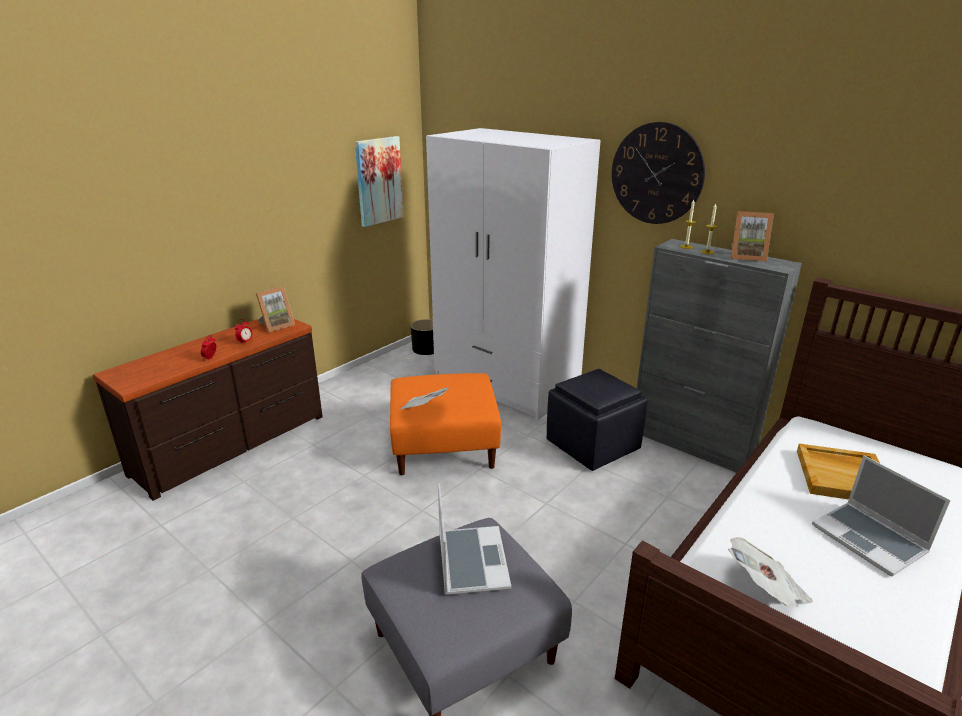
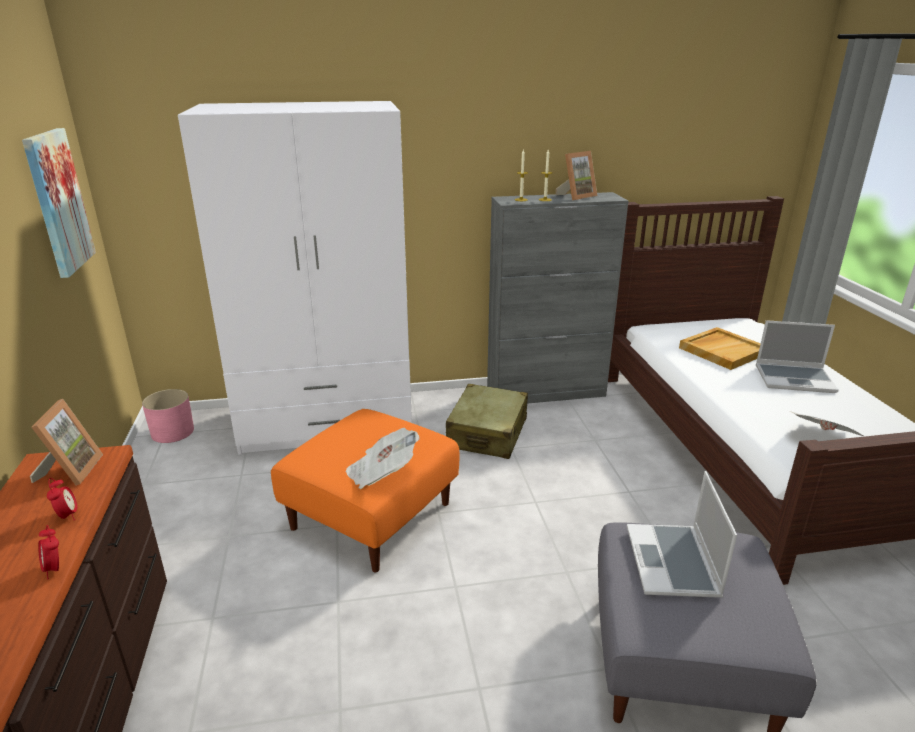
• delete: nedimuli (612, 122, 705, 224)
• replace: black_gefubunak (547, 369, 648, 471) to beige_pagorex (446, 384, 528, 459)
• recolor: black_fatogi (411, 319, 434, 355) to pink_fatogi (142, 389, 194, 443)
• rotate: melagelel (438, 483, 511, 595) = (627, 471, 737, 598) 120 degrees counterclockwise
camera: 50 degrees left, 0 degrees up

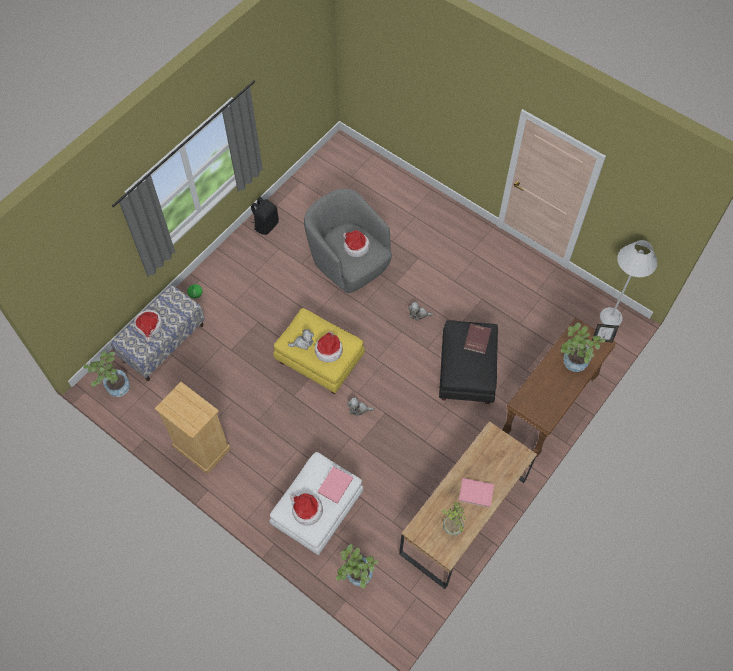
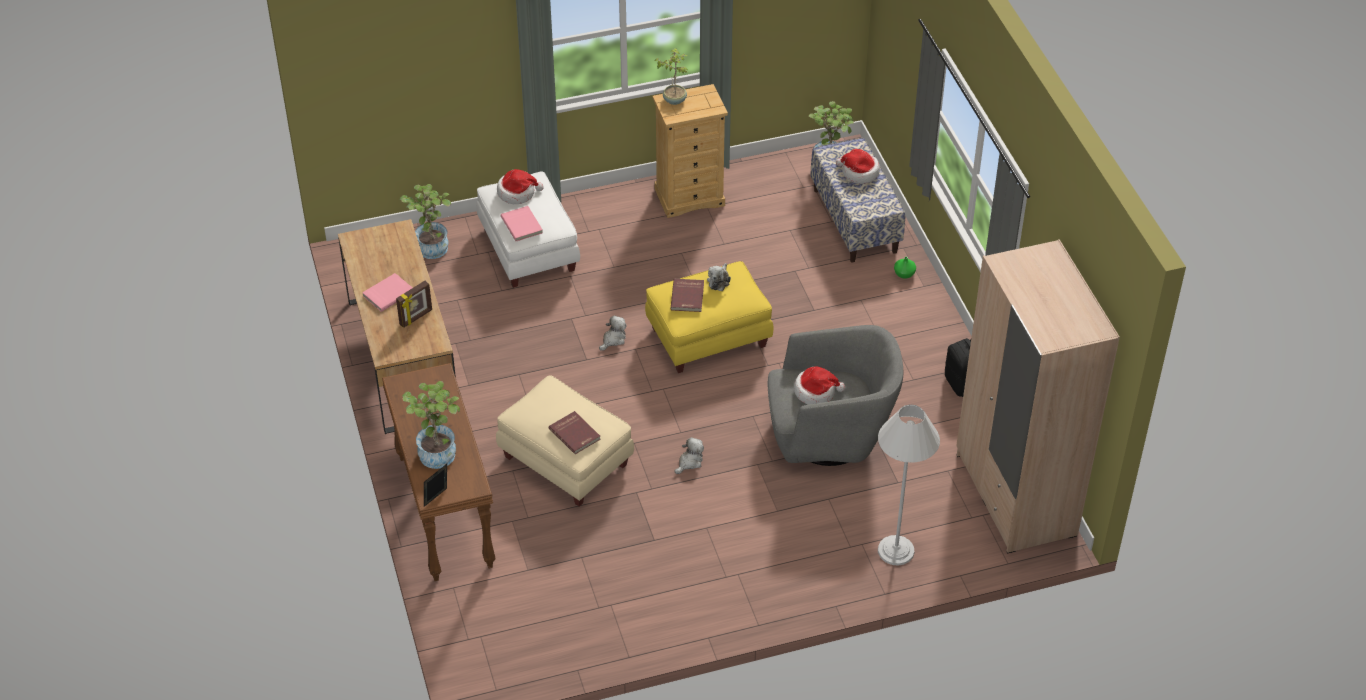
• insert: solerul (396, 281, 432, 328)
• insert: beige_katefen (956, 239, 1120, 554)
• move: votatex (442, 502, 465, 535) to (655, 48, 689, 105)
• move: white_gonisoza (600, 240, 657, 326) to (878, 405, 940, 565)
• replace: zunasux (315, 331, 343, 362) to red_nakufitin (670, 279, 704, 312)
• recolor: black_gefubunak (439, 320, 498, 404) to beige_gefubunak (496, 375, 634, 507)
camera: 125 degrees right, 15 degrees down

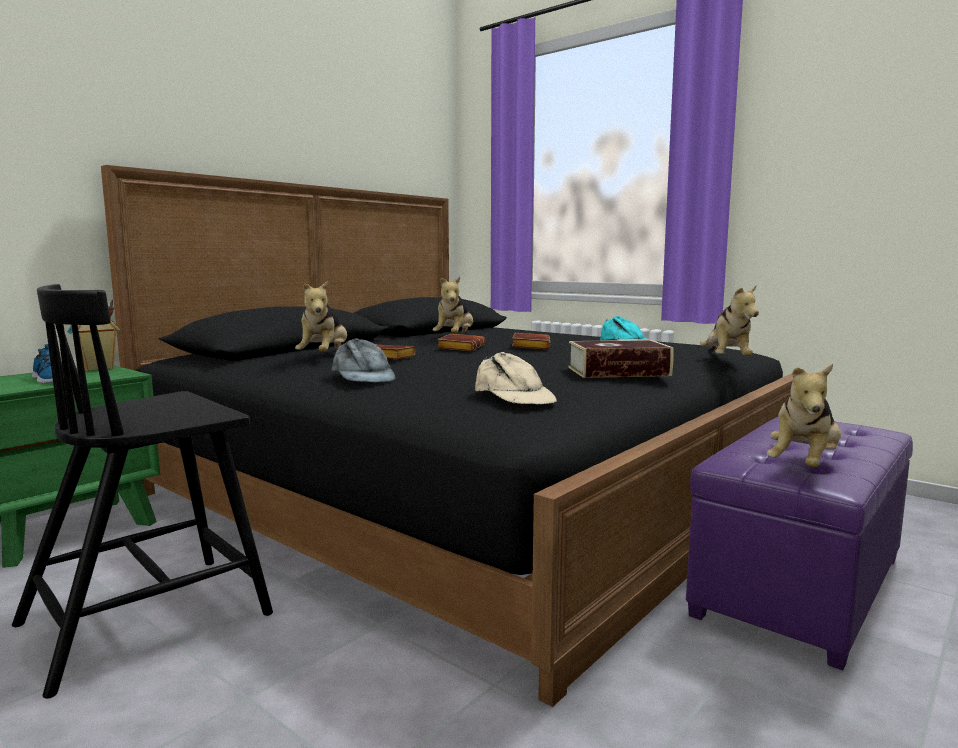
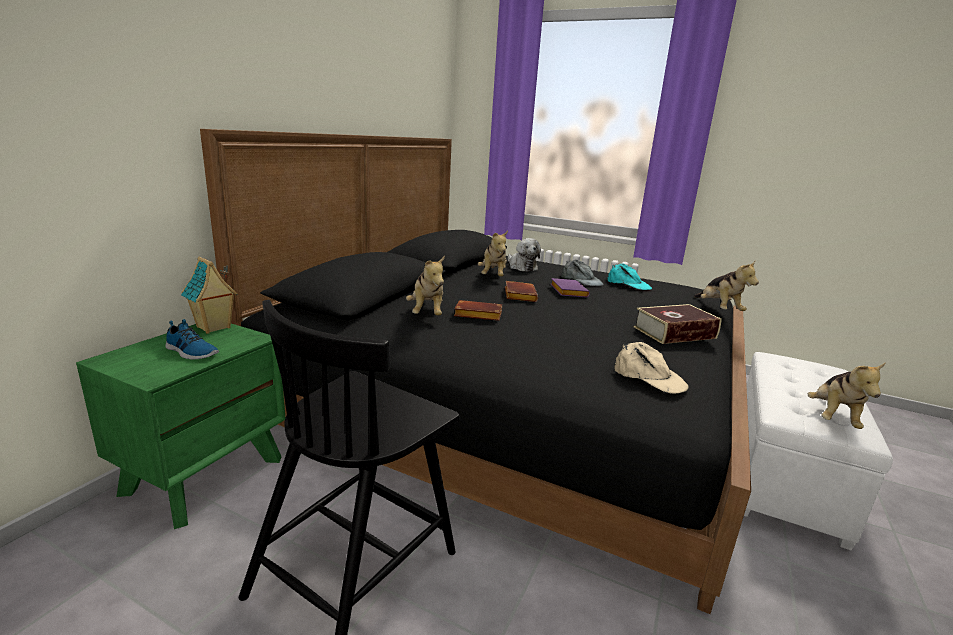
• insert: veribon (508, 238, 541, 272)
• move: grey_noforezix (331, 338, 395, 382) to (561, 259, 604, 286)
• recolor: brown_nakufitin (512, 333, 550, 349) to purple_nakufitin (550, 278, 590, 297)
• recolor: purple_gefubunak (686, 417, 913, 670) to white_gefubunak (744, 352, 893, 550)
camera: 15 degrees left, 10 degrees up

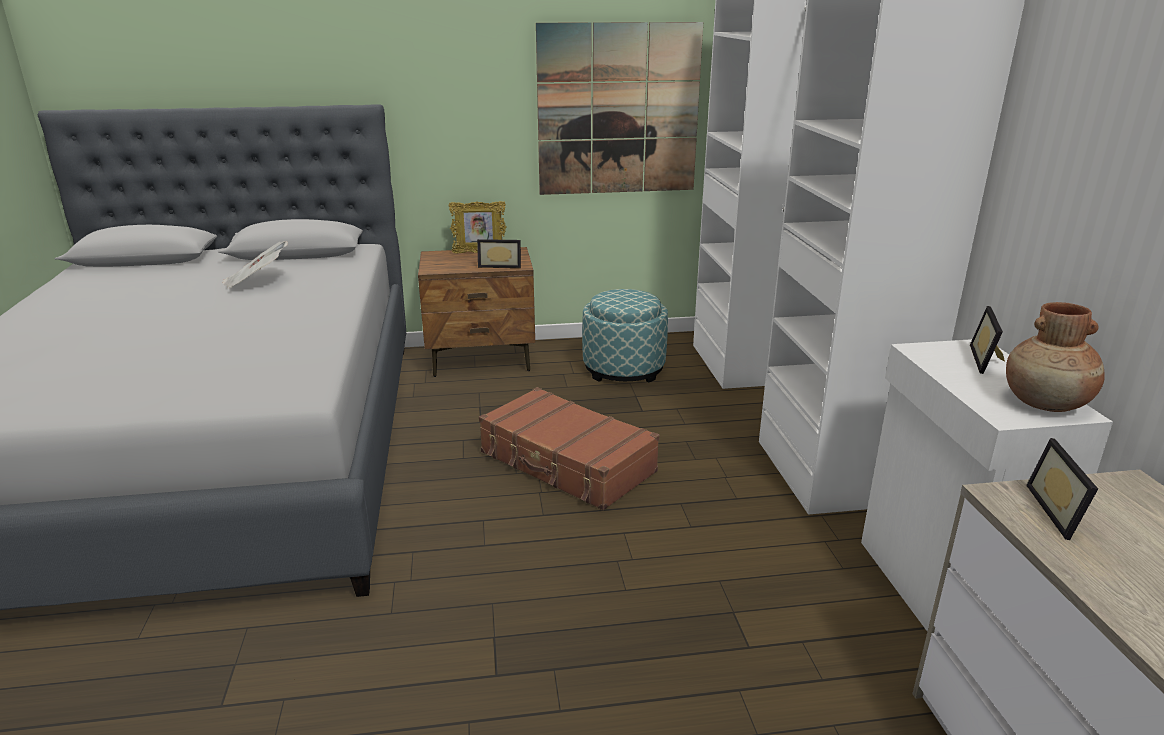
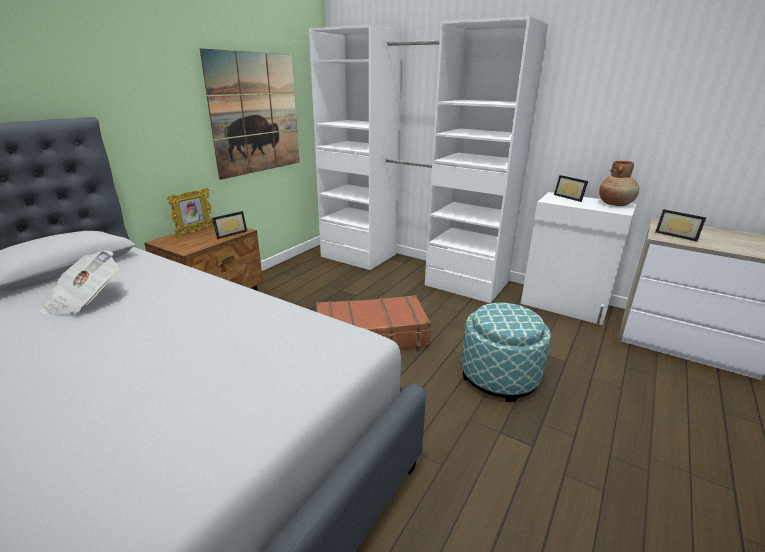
• move: gefubunak (582, 289, 668, 383) to (462, 303, 551, 402)
camera: 50 degrees left, 0 degrees up

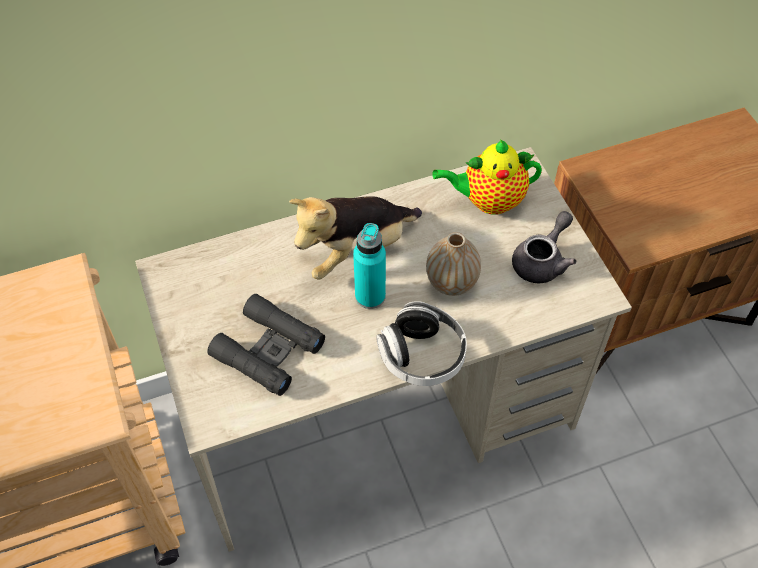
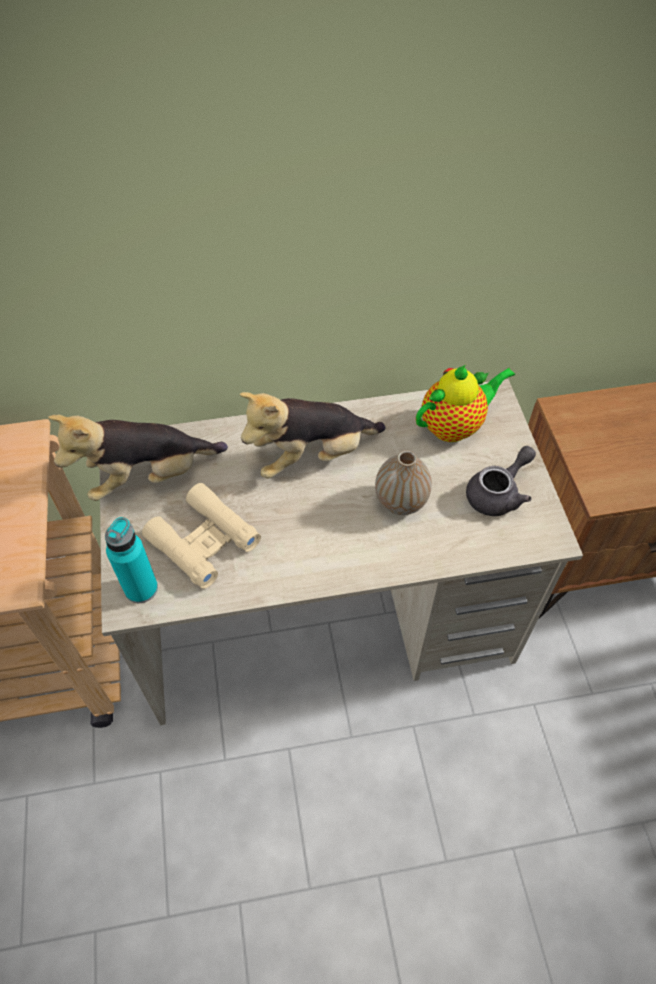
• delete: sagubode (376, 301, 467, 386)
• insert: veribon (48, 415, 228, 501)
• move: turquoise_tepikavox (353, 223, 386, 309) to (105, 517, 158, 603)
• recolor: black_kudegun (207, 294, 325, 396) to beige_kudegun (142, 483, 261, 589)
• rotate: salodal (432, 140, 542, 214) = (416, 365, 515, 442) 150 degrees clockwise
camera: 10 degrees right, 0 degrees up

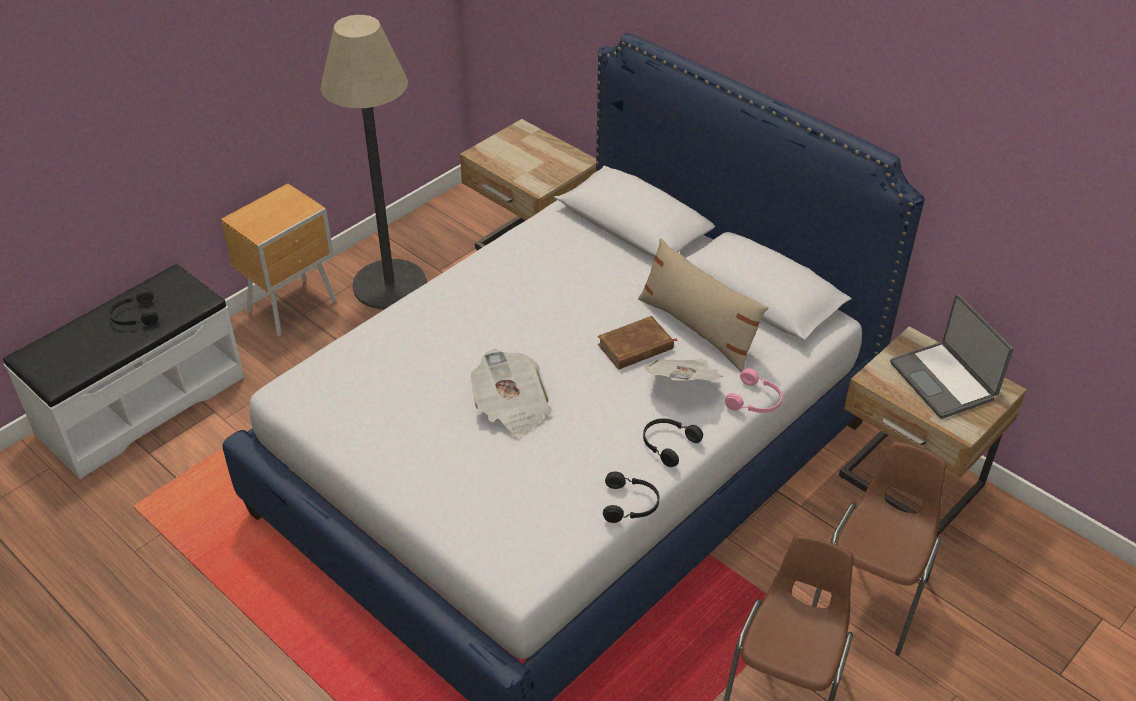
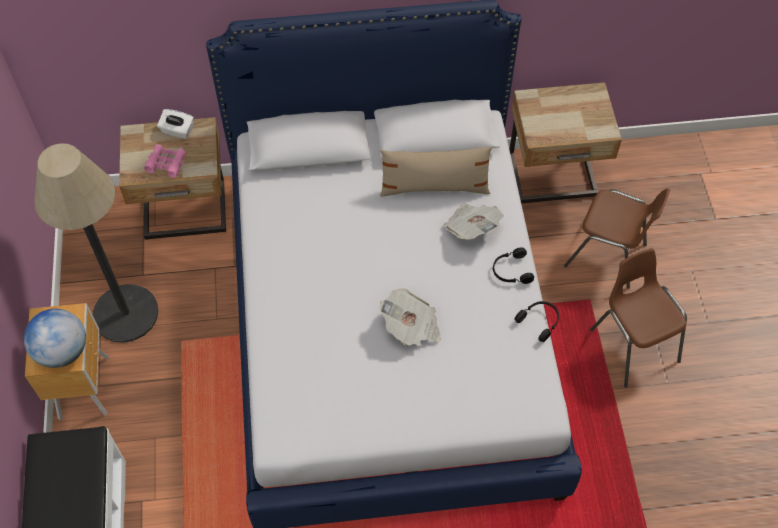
• delete: black_sagubode (109, 289, 158, 326)
• delete: brown_nakufitin (598, 316, 678, 370)
• delete: pink_sagubode (725, 368, 782, 413)
• delete: melagelel (890, 294, 1014, 419)
• insert: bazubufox (24, 309, 86, 368)
• insert: pink_kudegun (144, 144, 186, 178)
• insert: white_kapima (157, 109, 194, 139)
• rotate: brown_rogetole (812, 441, 947, 655) = (564, 188, 670, 289) 135 degrees clockwise
camera: 50 degrees left, 15 degrees up

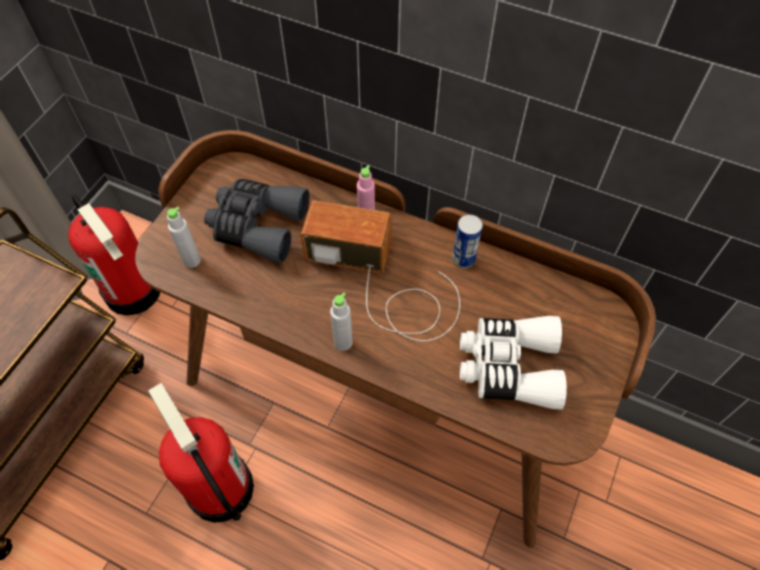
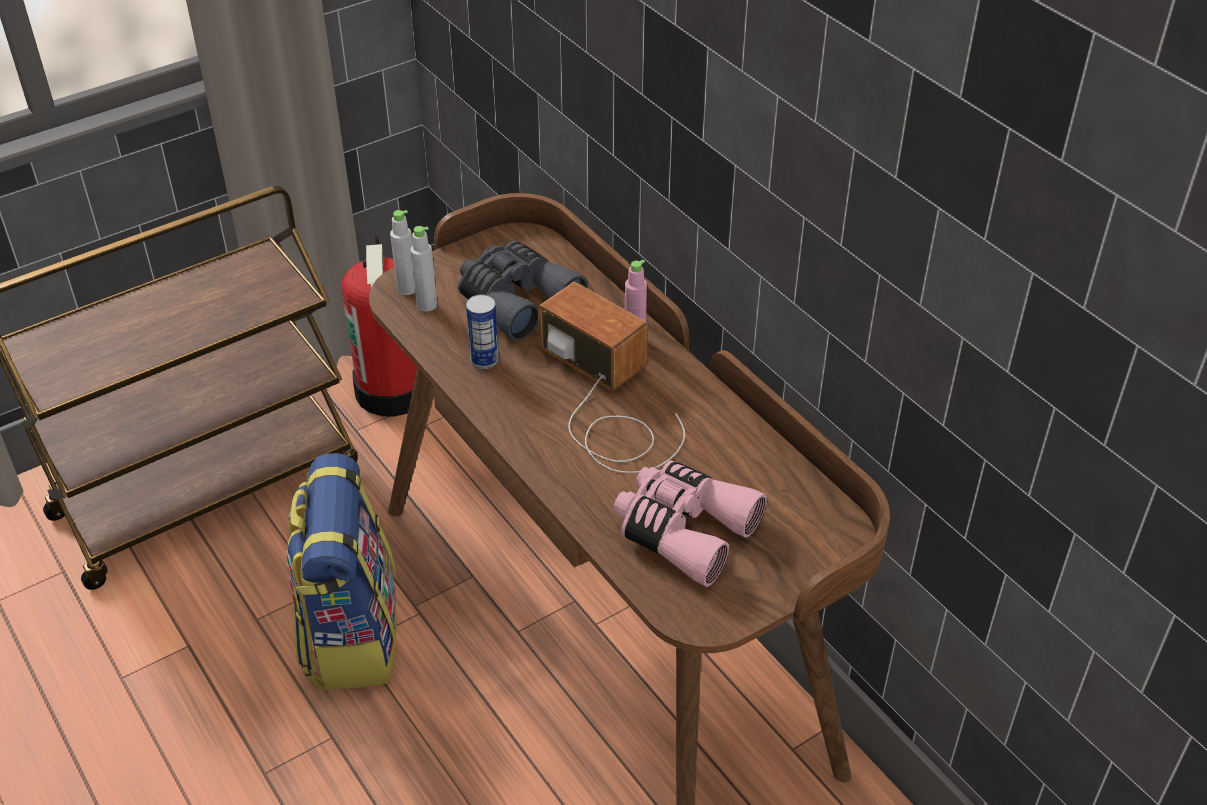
• move: grey_tepikavox (330, 292, 353, 351) to (390, 210, 415, 295)
• move: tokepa (452, 214, 483, 269) to (466, 294, 499, 369)
• replace: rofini (148, 383, 254, 523) to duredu (286, 453, 396, 690)
• recolor: white_kudegun (460, 316, 567, 410) to pink_kudegun (613, 461, 767, 587)
camera: 30 degrees right, 15 degrees down

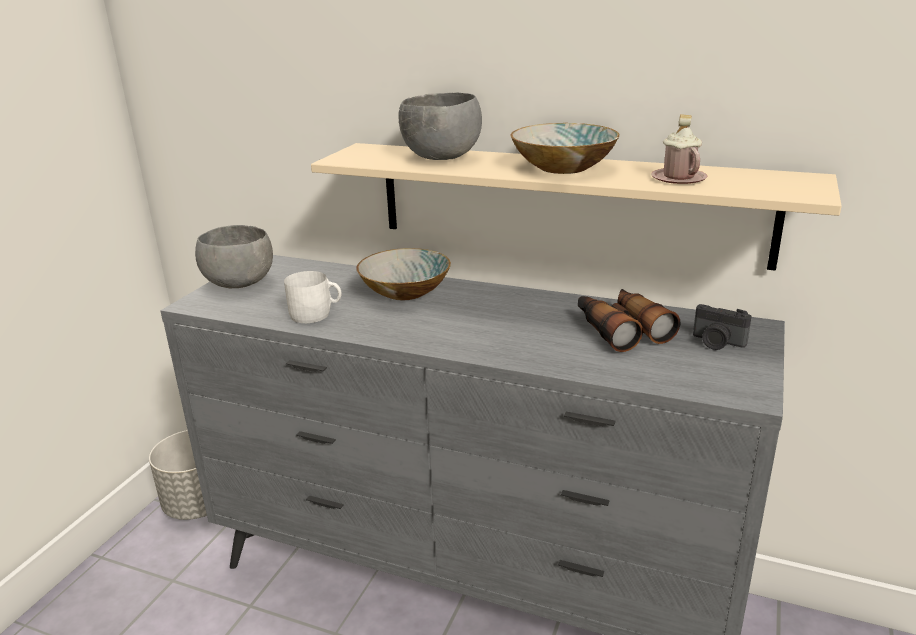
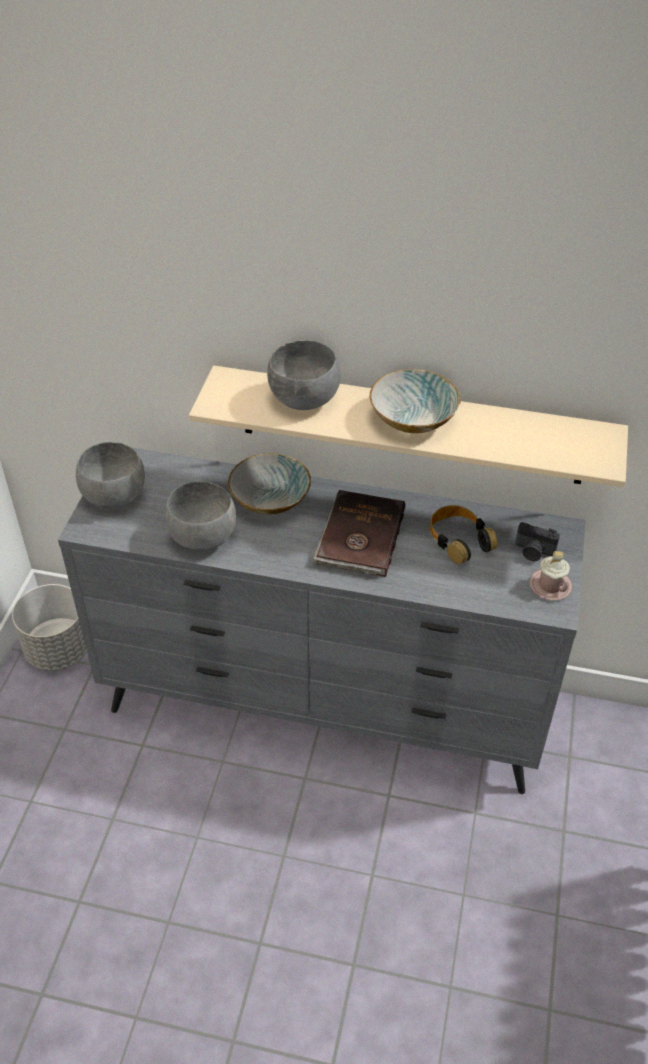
• insert: brown_nakufitin (310, 490, 405, 577)
• move: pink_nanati (651, 114, 708, 184) to (530, 551, 572, 600)
• replace: white_nanati (284, 271, 342, 323) to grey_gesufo (165, 481, 236, 550)
• replace: kudegun (578, 289, 680, 352) to sagubode (430, 505, 497, 564)
camera: 10 degrees left, 20 degrees up

